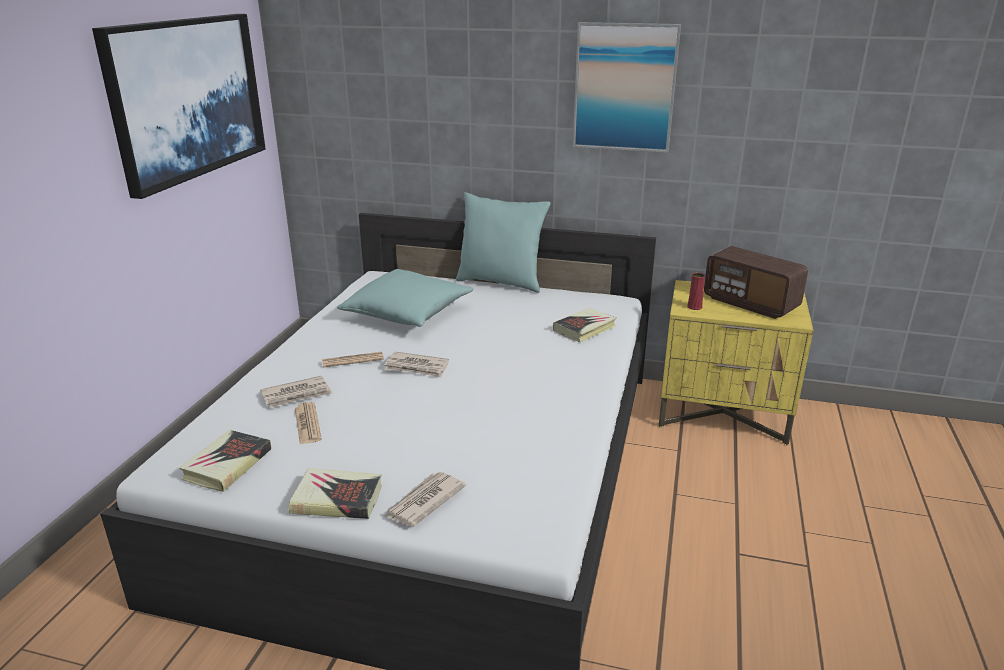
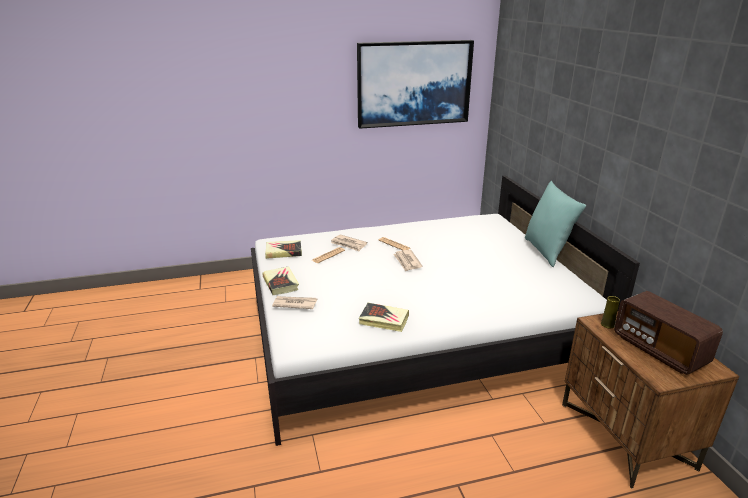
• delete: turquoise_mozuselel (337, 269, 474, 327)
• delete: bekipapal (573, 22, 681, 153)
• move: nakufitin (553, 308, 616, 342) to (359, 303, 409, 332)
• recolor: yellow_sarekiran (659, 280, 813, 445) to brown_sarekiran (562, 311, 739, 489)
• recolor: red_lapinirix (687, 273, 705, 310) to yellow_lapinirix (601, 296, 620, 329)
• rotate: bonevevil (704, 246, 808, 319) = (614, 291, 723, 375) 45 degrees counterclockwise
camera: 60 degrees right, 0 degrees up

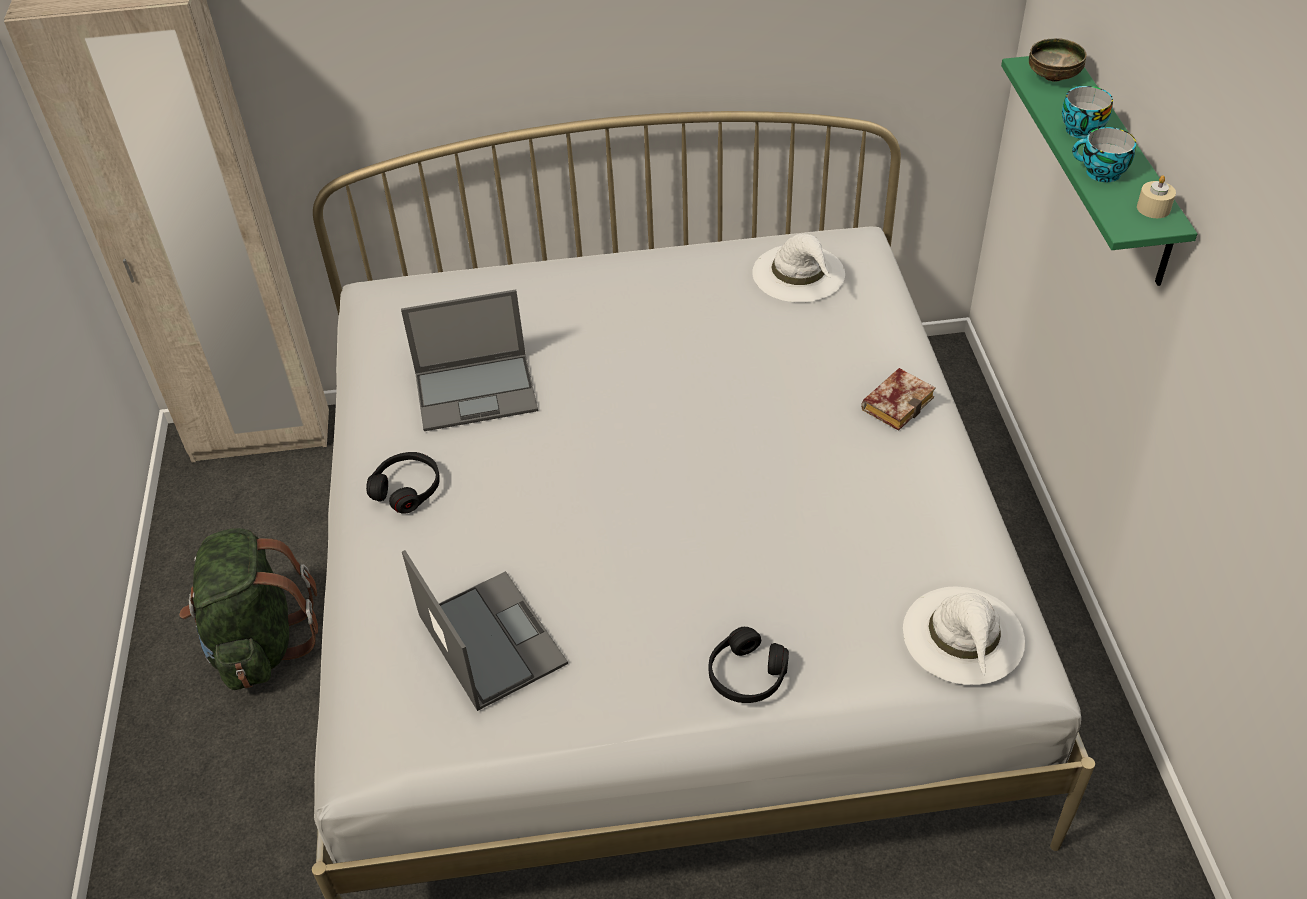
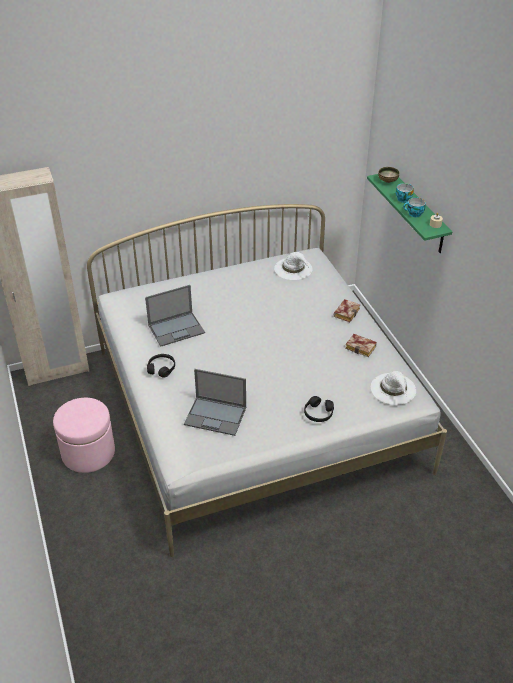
• insert: nakufitin (345, 334, 377, 357)
• replace: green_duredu (179, 528, 318, 690) to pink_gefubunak (53, 398, 115, 473)
• rotate: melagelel (402, 550, 568, 711) = (184, 369, 246, 436) 150 degrees clockwise
camera: 15 degrees left, 5 degrees down

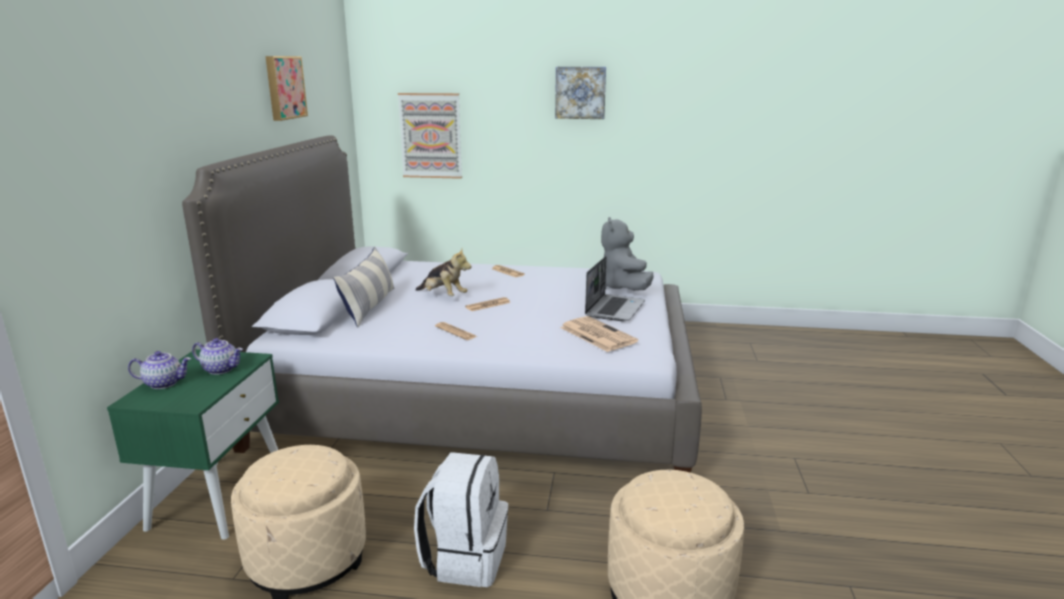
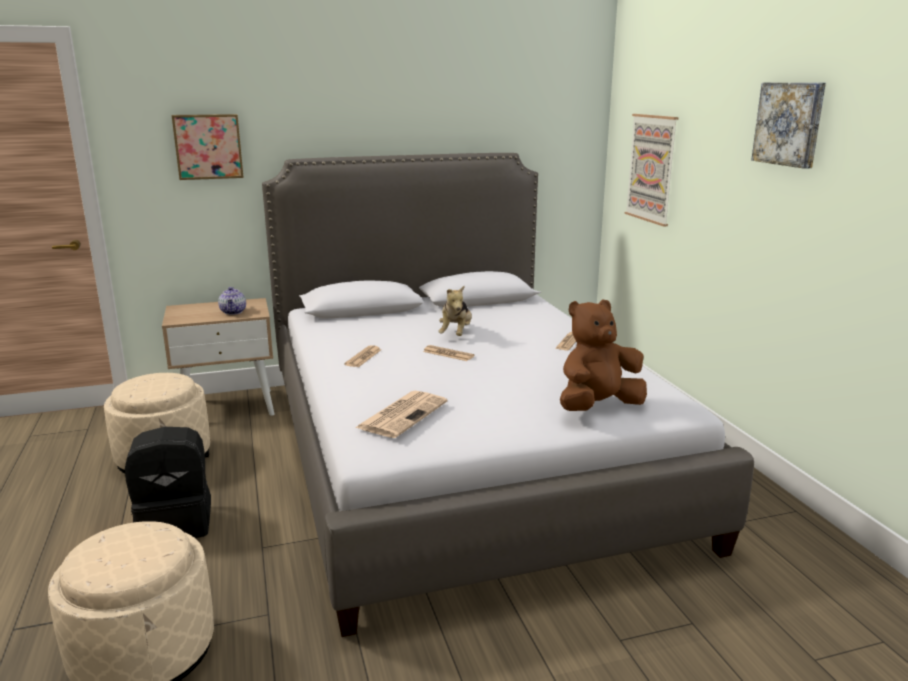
• delete: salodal (128, 351, 191, 389)
• delete: mozuselel (333, 247, 395, 327)
• delete: melagelel (585, 256, 645, 322)
• move: bekipapal (265, 56, 308, 121) to (172, 114, 244, 180)
• recolor: green_sarekiran (107, 349, 279, 540) to beige_sarekiran (162, 298, 275, 416)
• recolor: white_duredu (414, 452, 508, 587) to black_duredu (125, 427, 211, 538)
• recolor: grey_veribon (601, 217, 654, 291) to brown_veribon (560, 299, 647, 411)
camera: 65 degrees right, 0 degrees up

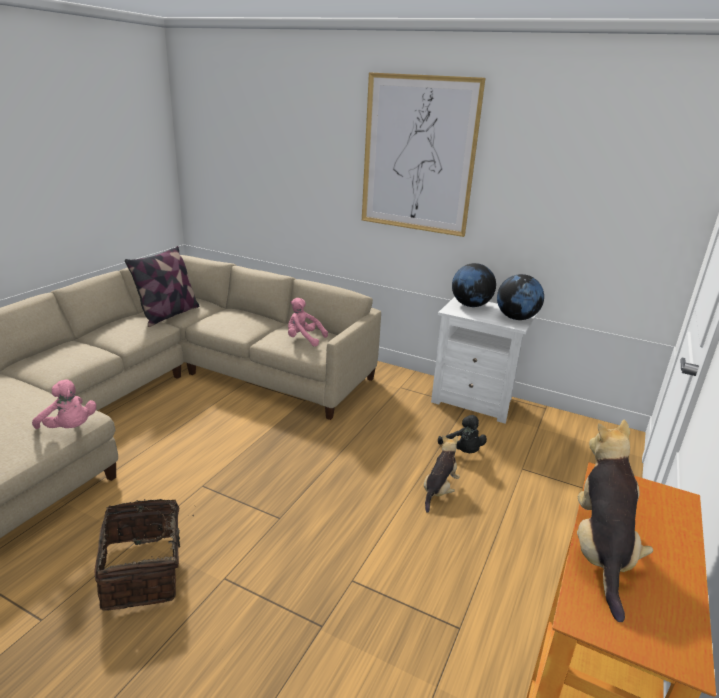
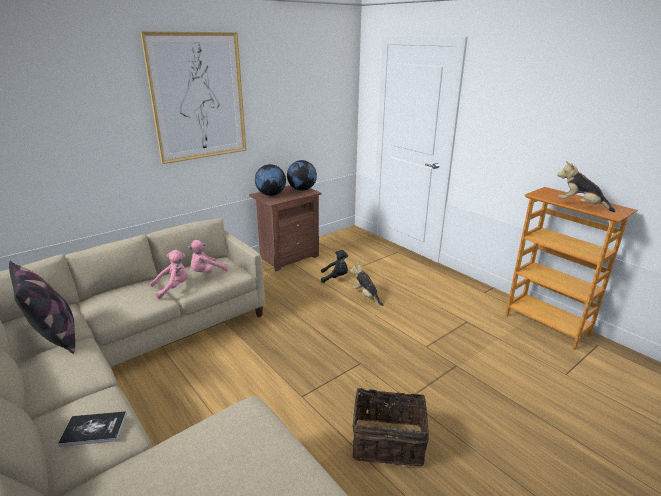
• insert: nakufitin (58, 411, 127, 447)
• move: pink_veribon (32, 379, 96, 429) to (150, 250, 188, 299)
• recolor: white_sarekiran (431, 297, 538, 424) to brown_sarekiran (249, 185, 321, 272)
camera: 65 degrees left, 0 degrees up

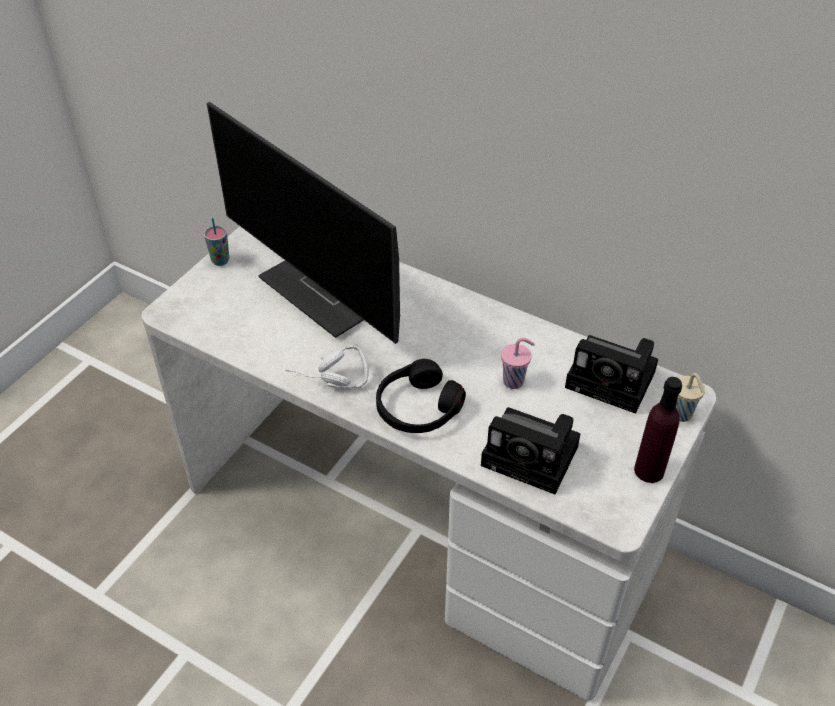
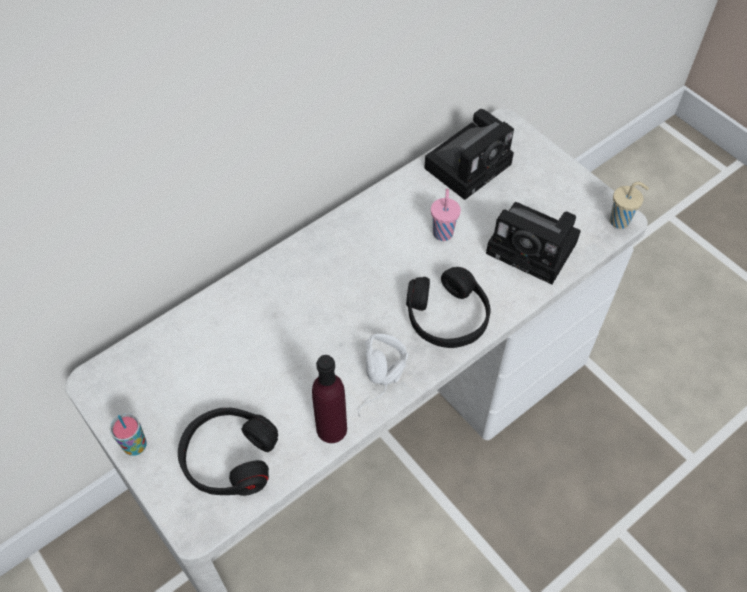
• delete: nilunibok (207, 102, 400, 344)
• insert: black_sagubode (178, 408, 278, 496)
• move: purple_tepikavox (634, 377, 682, 483) to (312, 355, 347, 443)
• move: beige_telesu (676, 373, 705, 422) to (610, 182, 649, 229)
• rotate: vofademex (481, 407, 580, 494) = (486, 202, 581, 284) 75 degrees clockwise
camera: 70 degrees left, 10 degrees up

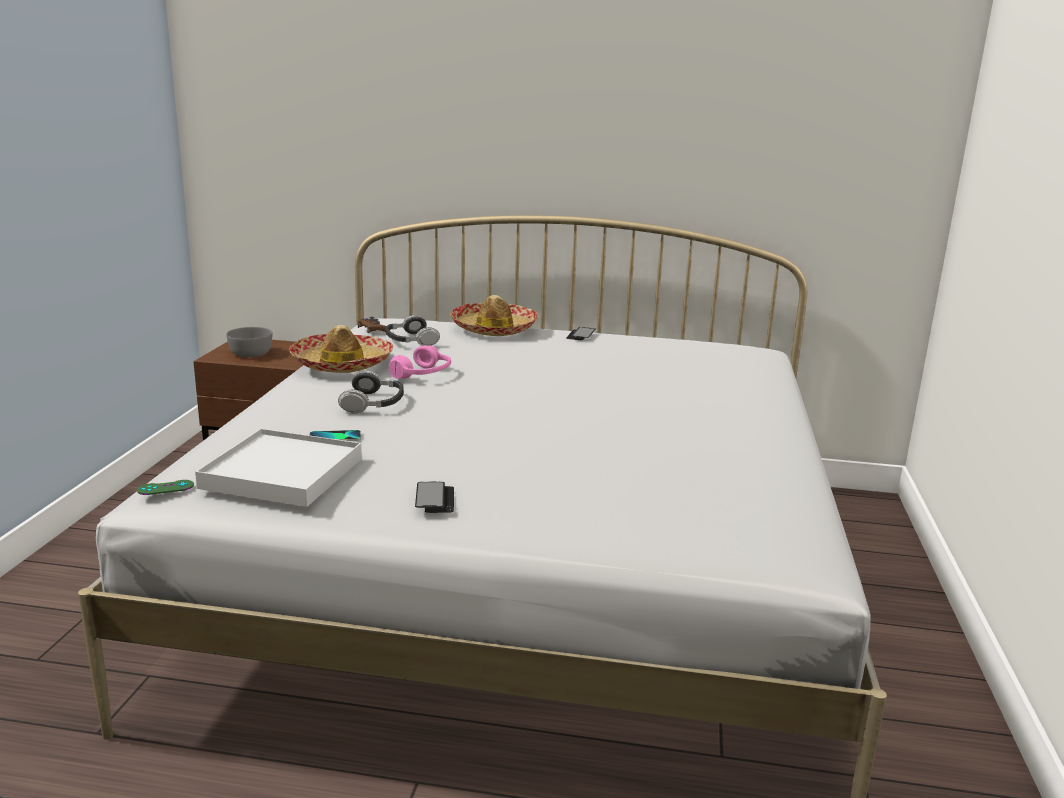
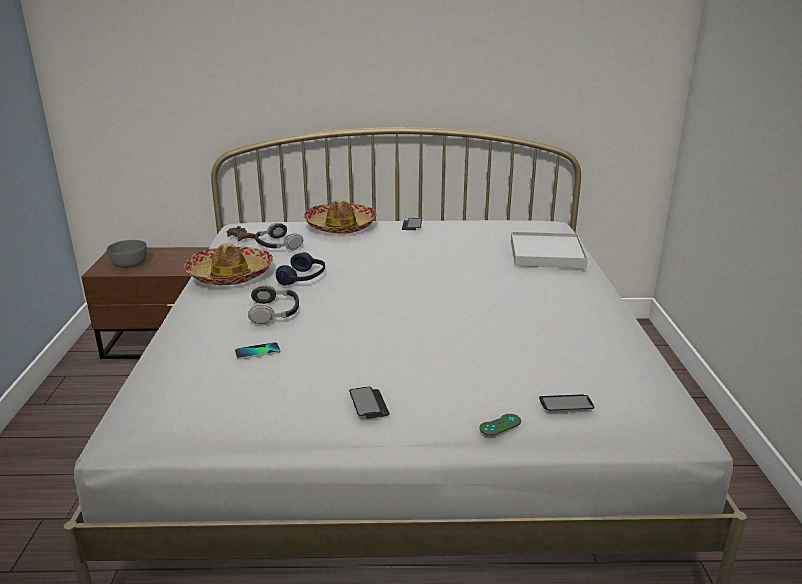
• insert: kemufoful (539, 394, 595, 411)
• move: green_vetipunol (137, 480, 194, 495) to (479, 414, 521, 435)
• move: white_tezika (195, 428, 362, 507) to (511, 232, 588, 269)
• recolor: pink_sagubode (389, 346, 451, 379) to blue_sagubode (276, 252, 325, 286)
camera: 10 degrees left, 5 degrees up

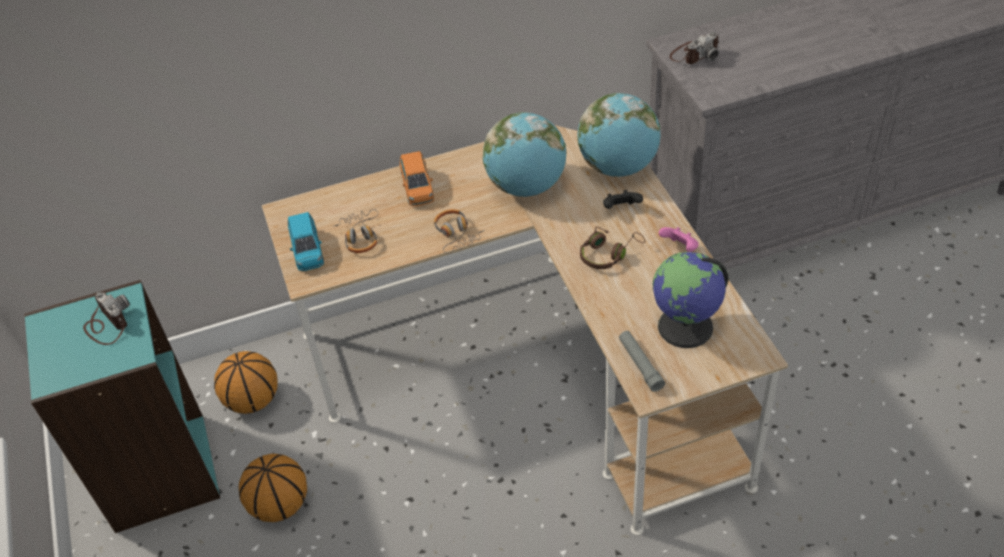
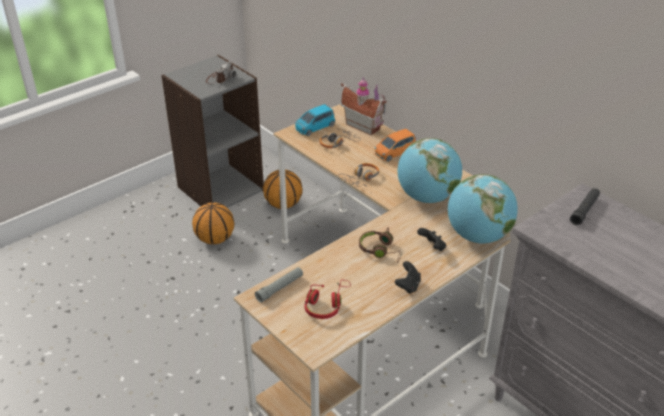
• insert: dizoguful (341, 77, 387, 136)
• replace: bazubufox (652, 252, 728, 348) to red_sagubode (304, 280, 351, 319)
• replace: vofademex (670, 32, 719, 64) to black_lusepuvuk (570, 188, 600, 225)
• recolor: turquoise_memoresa (24, 280, 220, 533) to grey_memoresa (161, 55, 264, 208)
• recolor: pink_vetipunol (659, 227, 699, 252) to black_vetipunol (395, 261, 421, 294)
camera: 65 degrees right, 10 degrees down

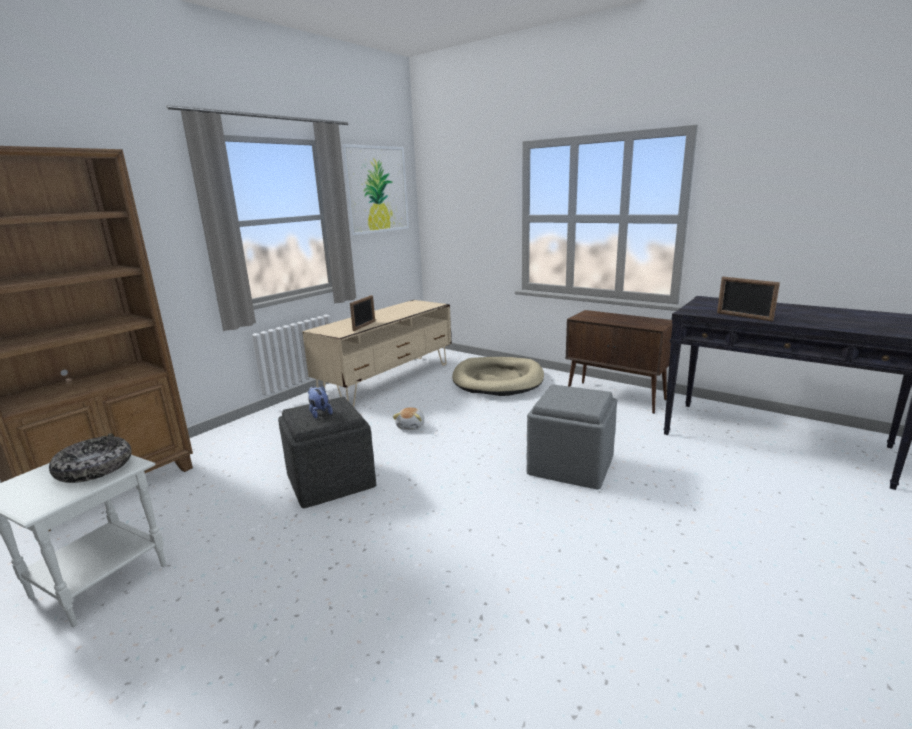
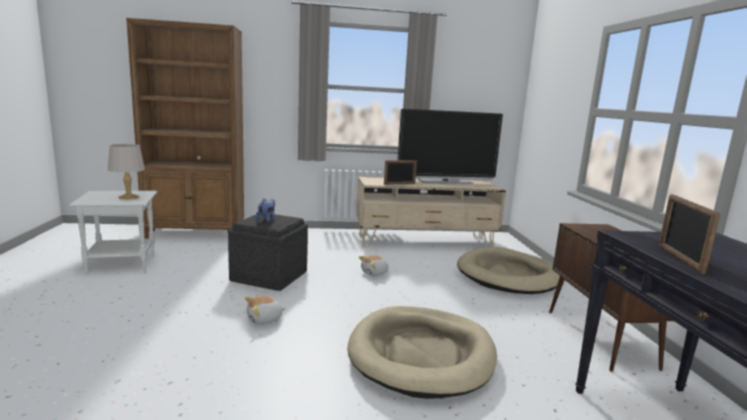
• delete: bekipapal (341, 144, 409, 235)
• insert: veribon (245, 296, 286, 324)
• insert: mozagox (397, 109, 503, 184)
• replace: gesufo (49, 436, 132, 483) to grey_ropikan (108, 144, 145, 200)
• replace: grey_gefubunak (527, 384, 617, 489) to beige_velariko (348, 306, 497, 399)
camera: 45 degrees right, 5 degrees down

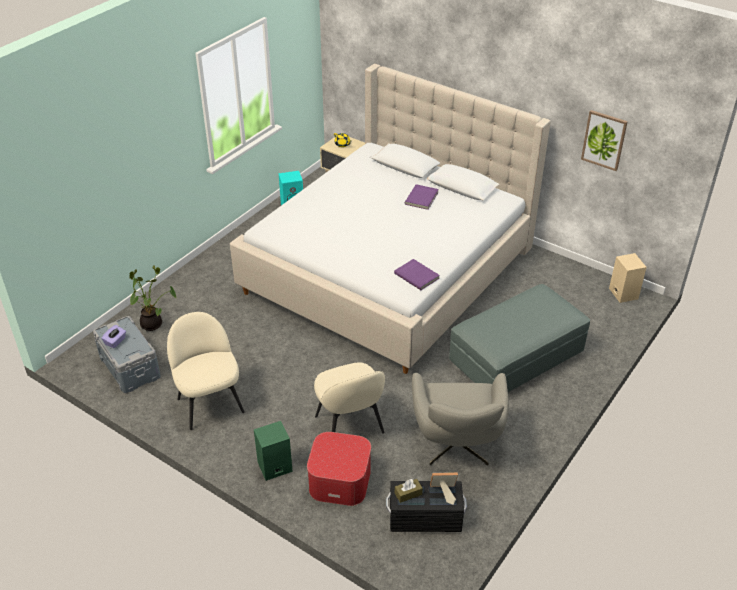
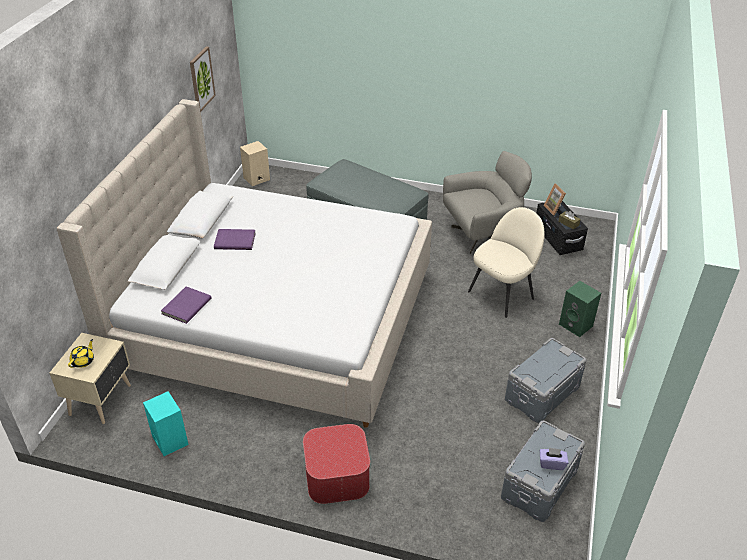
• delete: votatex (129, 265, 176, 331)
• move: gefubunak (307, 432, 371, 506) to (303, 424, 370, 504)
• move: purple_nakufitin (394, 259, 440, 290) to (161, 287, 212, 324)
• replace: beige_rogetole (167, 312, 245, 430) to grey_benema (505, 338, 586, 423)
camera: 110 degrees left, 0 degrees up

